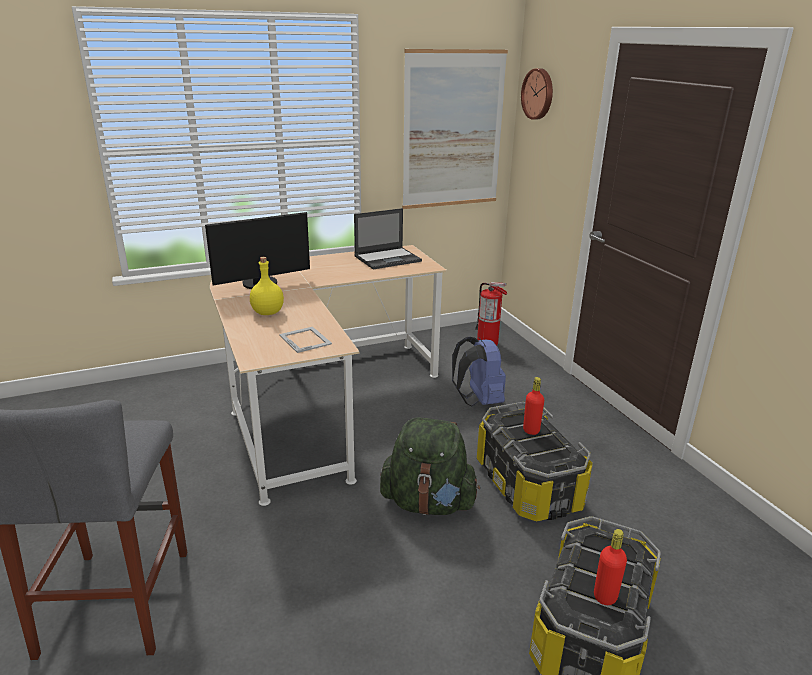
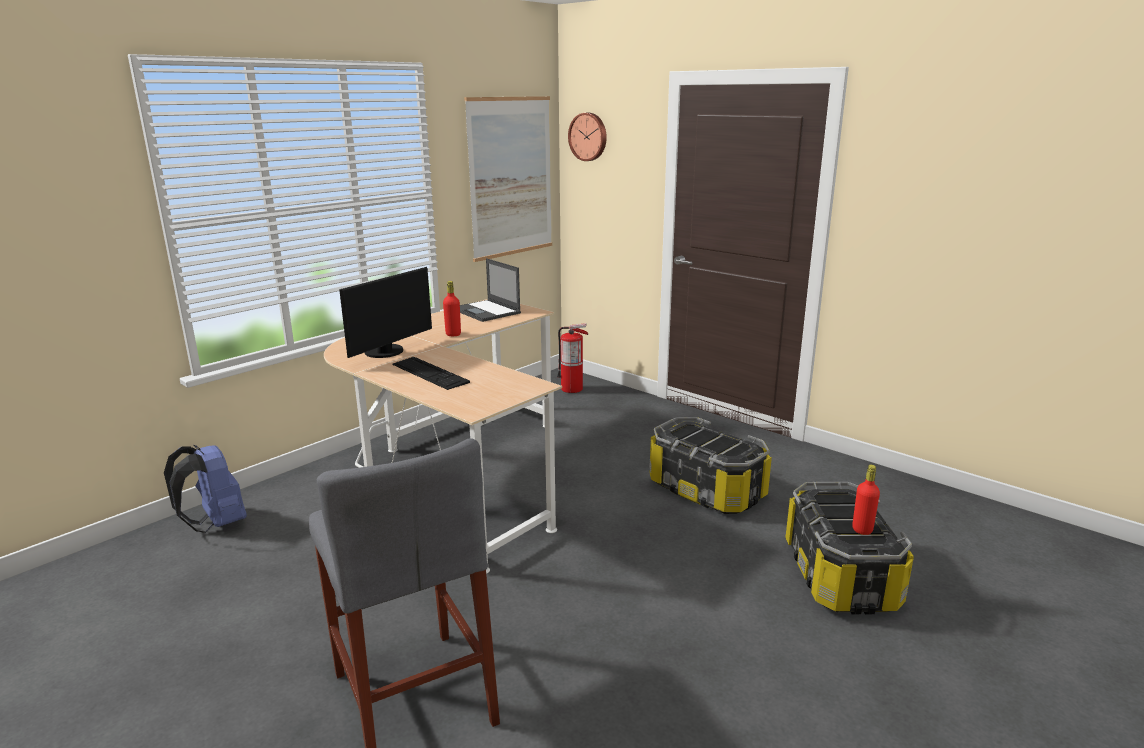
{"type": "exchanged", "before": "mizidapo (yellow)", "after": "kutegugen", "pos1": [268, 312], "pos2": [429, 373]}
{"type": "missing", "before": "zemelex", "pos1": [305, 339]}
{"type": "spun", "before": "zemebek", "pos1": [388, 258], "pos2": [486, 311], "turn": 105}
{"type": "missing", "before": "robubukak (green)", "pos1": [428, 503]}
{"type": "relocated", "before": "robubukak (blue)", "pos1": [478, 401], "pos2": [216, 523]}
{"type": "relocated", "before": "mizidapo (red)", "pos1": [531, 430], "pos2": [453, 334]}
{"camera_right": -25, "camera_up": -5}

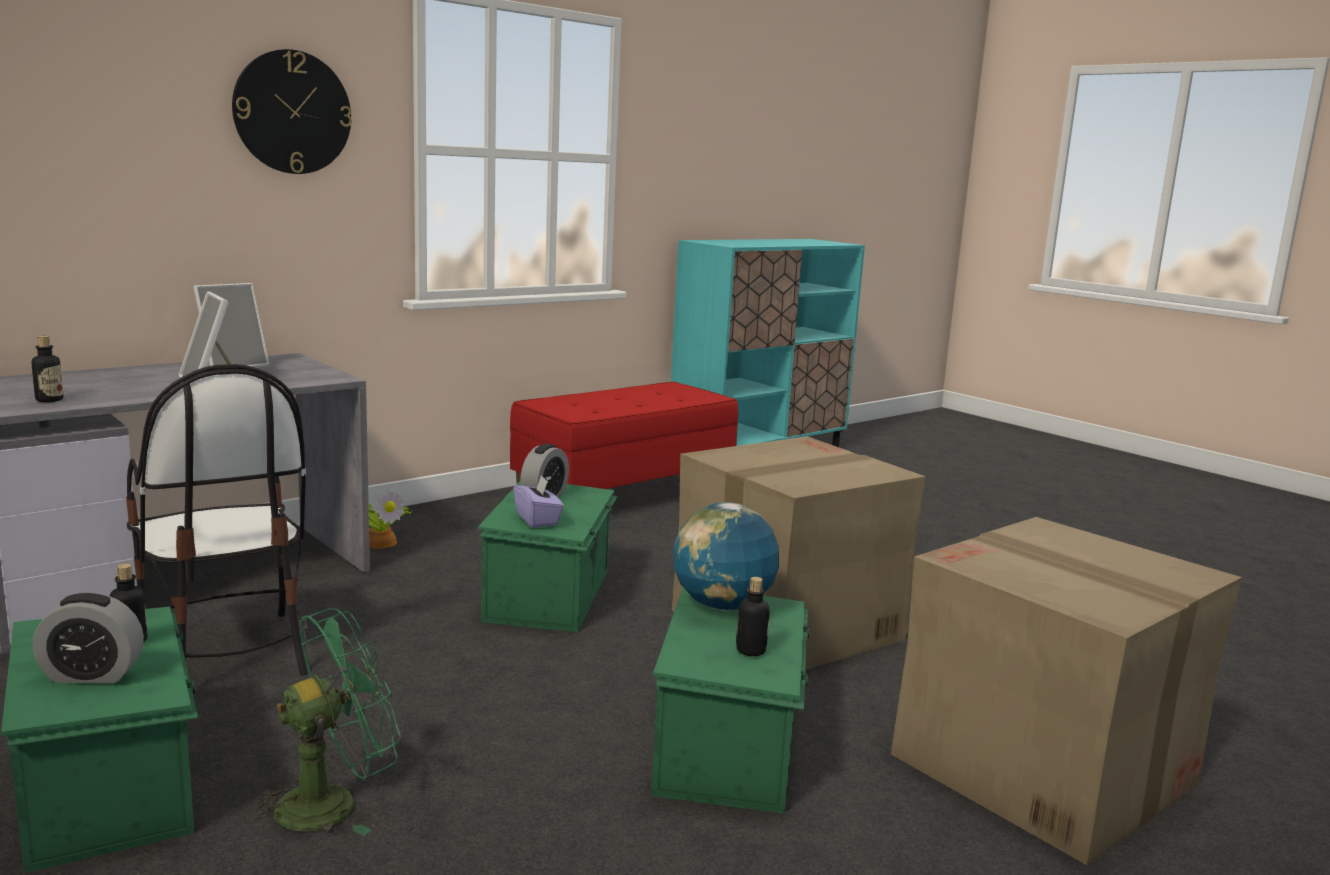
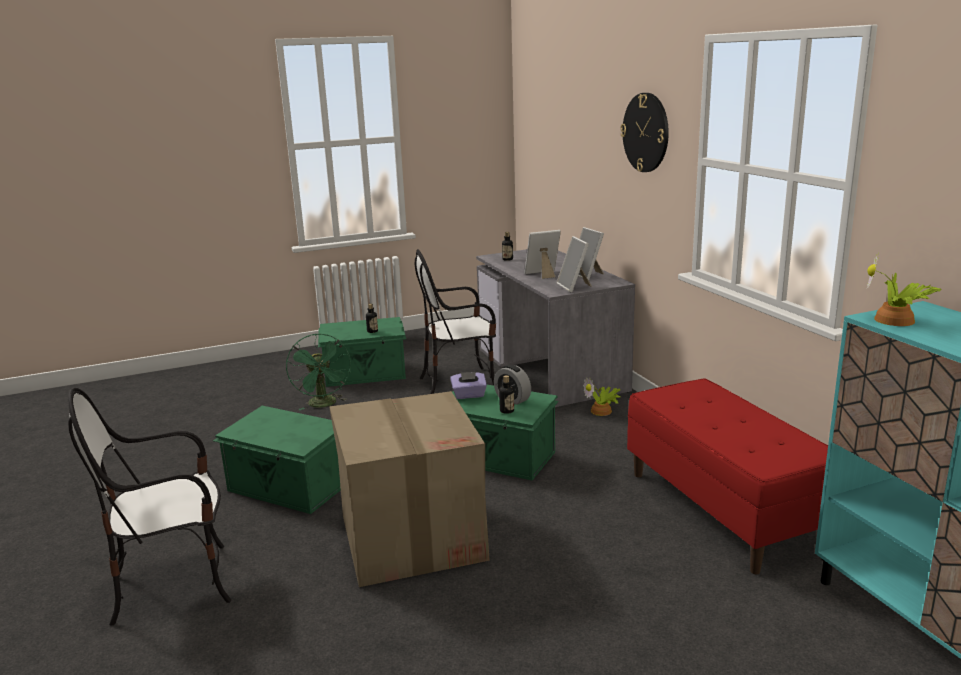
{"type": "missing", "before": "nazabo", "pos1": [92, 675]}
{"type": "missing", "before": "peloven", "pos1": [722, 605]}
{"type": "relocated", "before": "mizidapo", "pos1": [750, 650], "pos2": [507, 411]}
{"type": "exchanged", "before": "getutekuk", "after": "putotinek", "pos1": [1045, 770], "pos2": [174, 584]}
{"type": "appeared", "after": "zemelex", "pos2": [574, 287]}
{"type": "appeared", "after": "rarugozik", "pos2": [896, 321]}
{"camera_right": 110, "camera_up": 5}

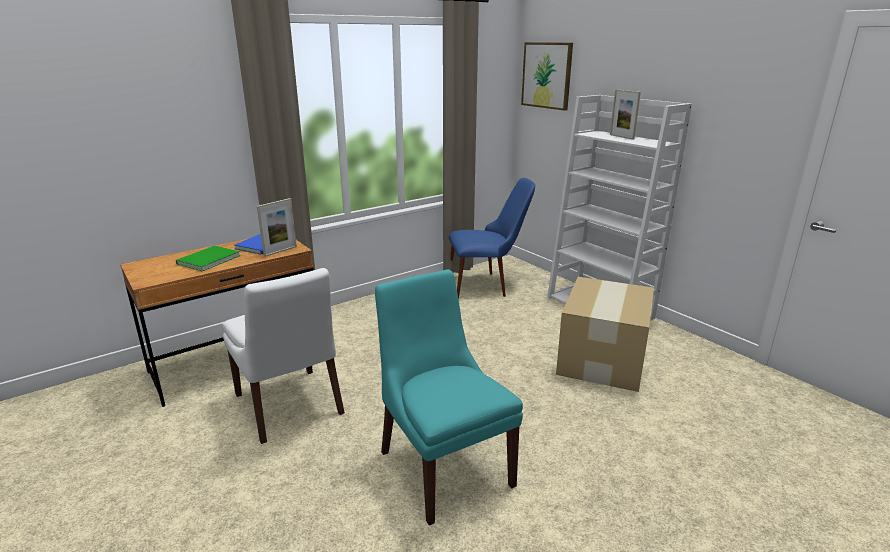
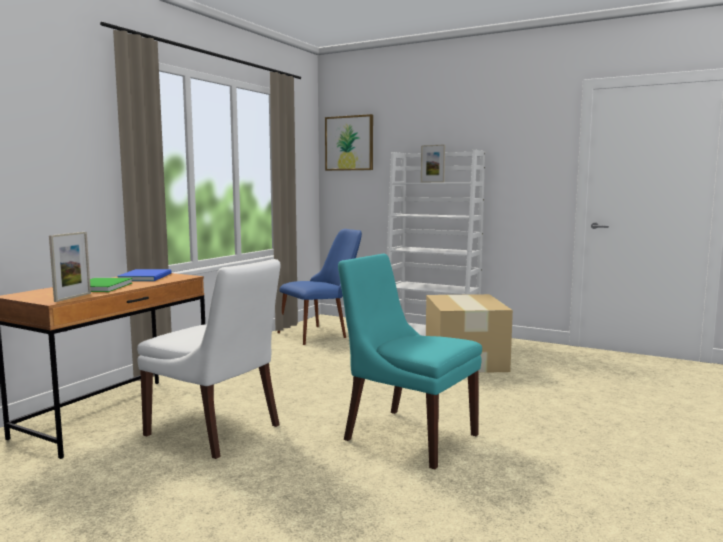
{"type": "relocated", "before": "zemelex", "pos1": [280, 251], "pos2": [73, 297]}
{"camera_right": -25, "camera_up": -15}

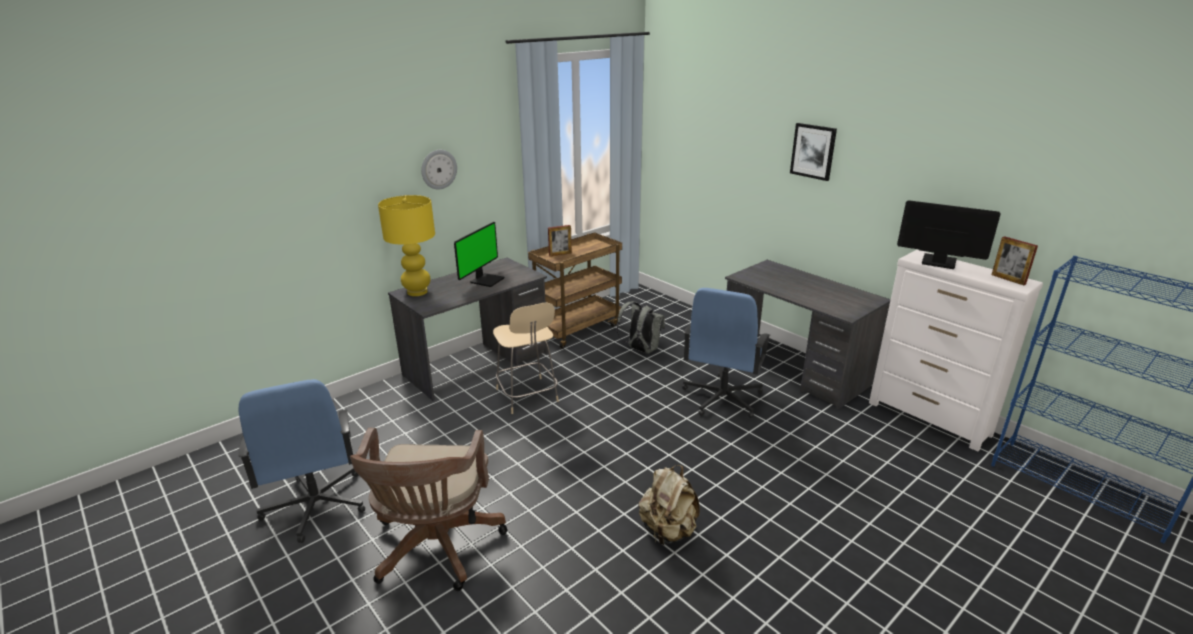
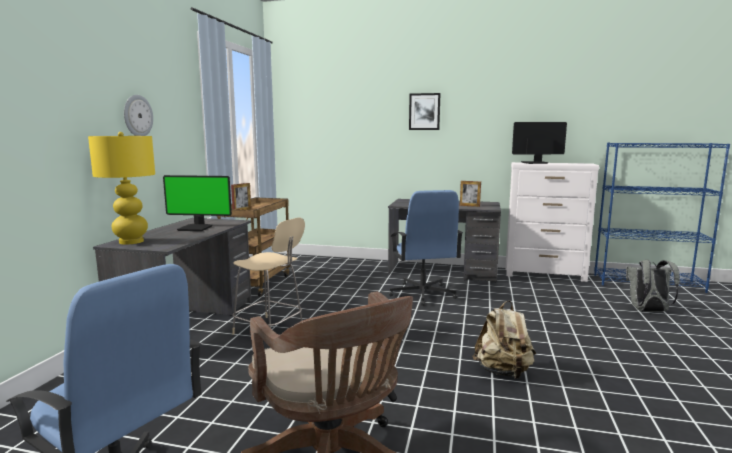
{"type": "spun", "before": "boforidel", "pos1": [486, 280], "pos2": [196, 228], "turn": 105}
{"type": "relocated", "before": "robubukak (grey)", "pos1": [641, 350], "pos2": [648, 311]}
{"type": "relocated", "before": "zemelex", "pos1": [1008, 279], "pos2": [469, 206]}
{"camera_right": -35, "camera_up": -15}

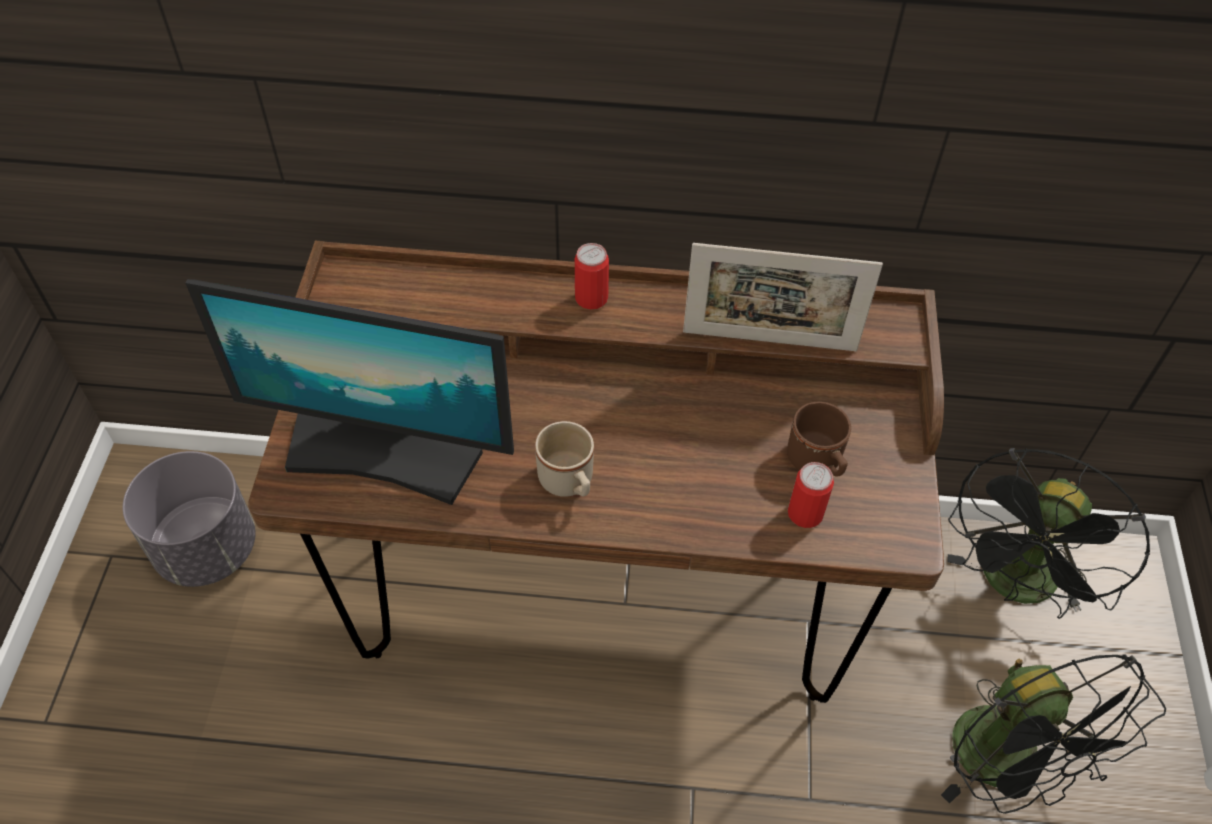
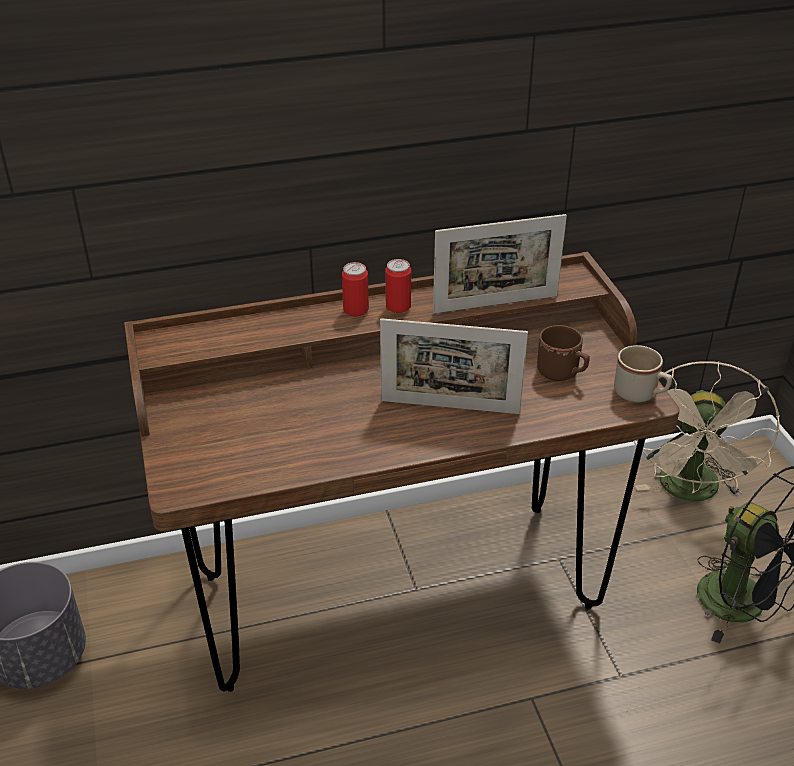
{"type": "missing", "before": "boforidel", "pos1": [383, 452]}
{"type": "relocated", "before": "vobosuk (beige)", "pos1": [569, 483], "pos2": [640, 394]}
{"type": "relocated", "before": "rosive", "pos1": [805, 513], "pos2": [398, 306]}
{"type": "colour", "before": "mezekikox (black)", "after": "mezekikox (beige)", "pos1": [1016, 586], "pos2": [691, 492]}
{"type": "appeared", "after": "zemelex", "pos2": [450, 407]}
{"camera_right": -20, "camera_up": -15}

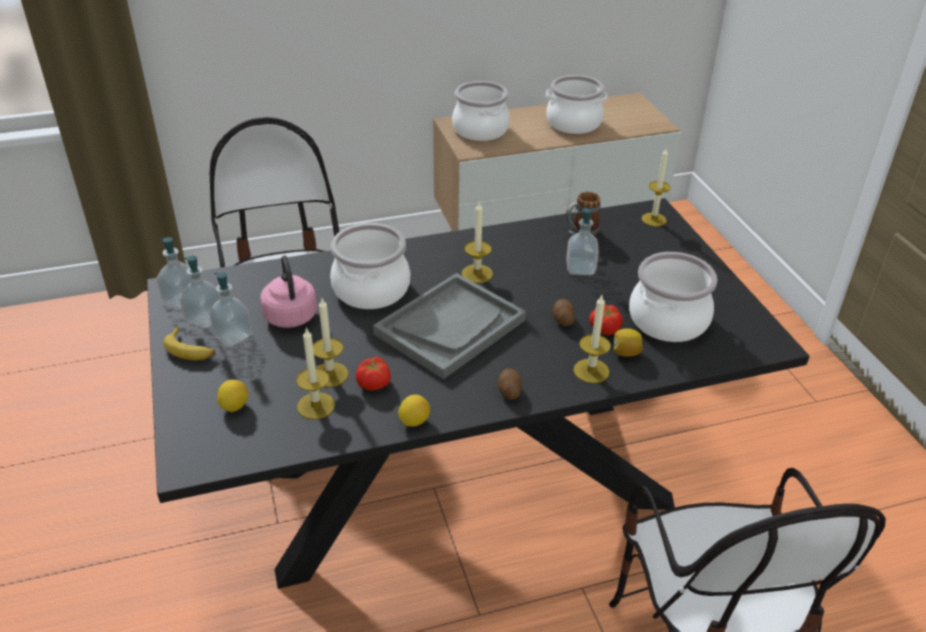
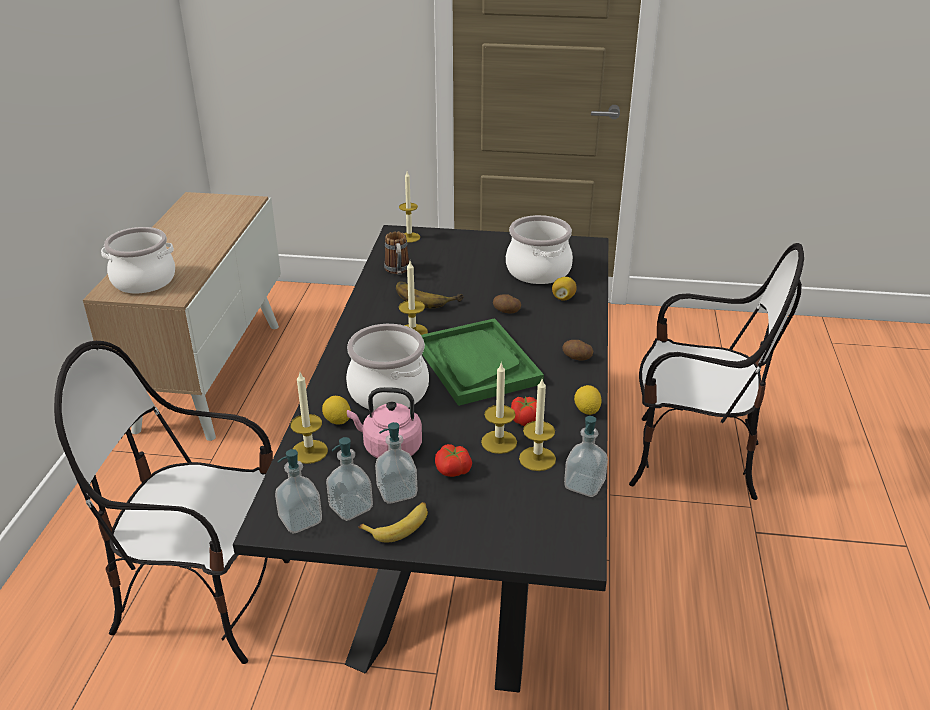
{"type": "relocated", "before": "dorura", "pos1": [234, 406], "pos2": [337, 421]}
{"type": "colour", "before": "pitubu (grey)", "after": "pitubu (green)", "pos1": [450, 327], "pos2": [477, 364]}
{"type": "missing", "before": "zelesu", "pos1": [573, 123]}
{"type": "relocated", "before": "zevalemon", "pos1": [580, 268], "pos2": [584, 485]}
{"type": "relocated", "before": "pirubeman", "pos1": [591, 371], "pos2": [309, 451]}
{"type": "relocated", "before": "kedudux", "pos1": [604, 328], "pos2": [453, 470]}
{"type": "appeared", "after": "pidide", "pos2": [427, 296]}
{"camera_right": -65, "camera_up": -5}

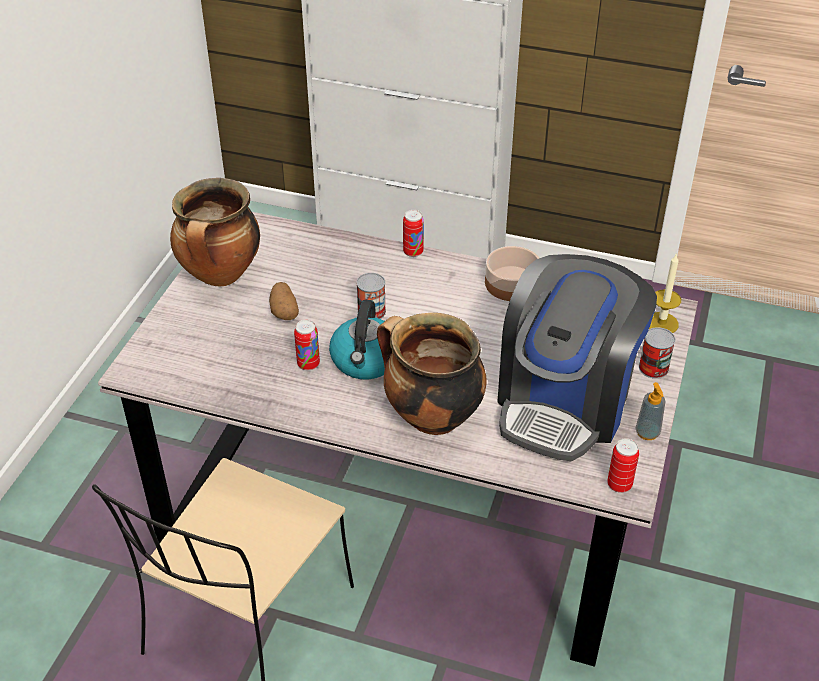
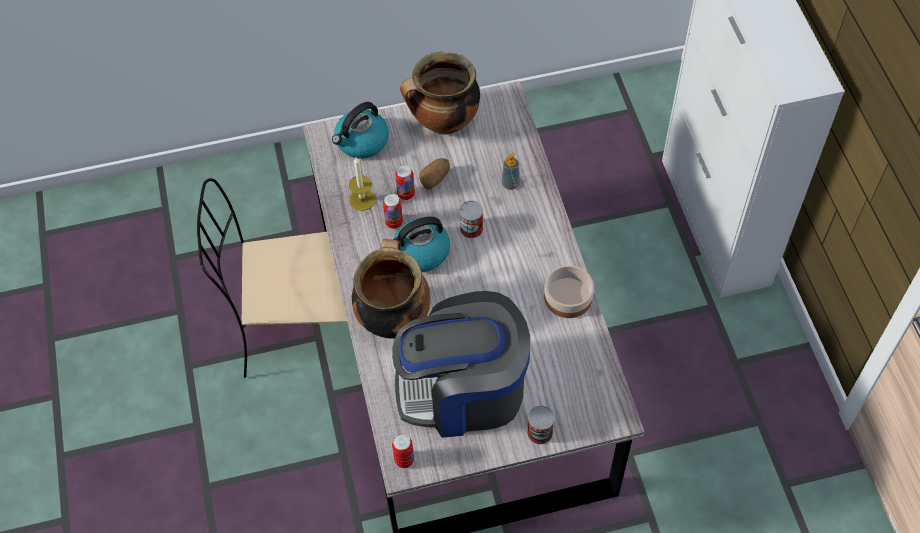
{"type": "relocated", "before": "rosive", "pos1": [413, 252], "pos2": [406, 194]}
{"type": "relocated", "before": "zevalemon", "pos1": [647, 433], "pos2": [510, 184]}
{"type": "relocated", "before": "pirubeman", "pos1": [661, 323], "pos2": [362, 199]}
{"type": "appeared", "after": "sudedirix", "pos2": [361, 142]}
{"camera_right": 60, "camera_up": 15}

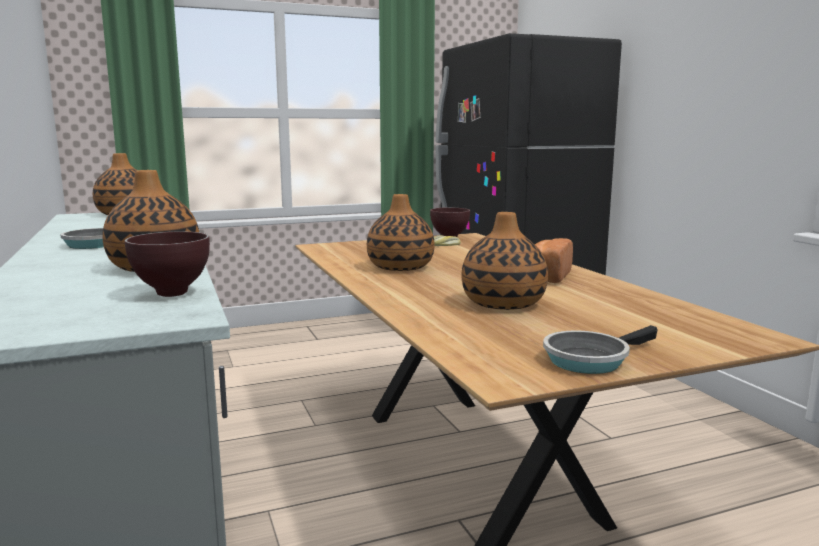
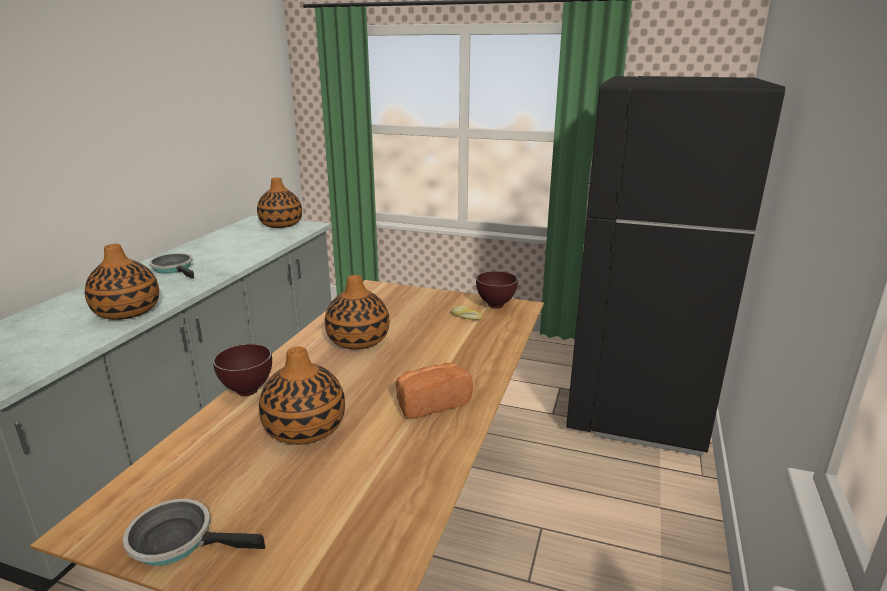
{"type": "relocated", "before": "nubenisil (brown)", "pos1": [171, 294], "pos2": [246, 392]}
{"camera_right": 40, "camera_up": 10}

